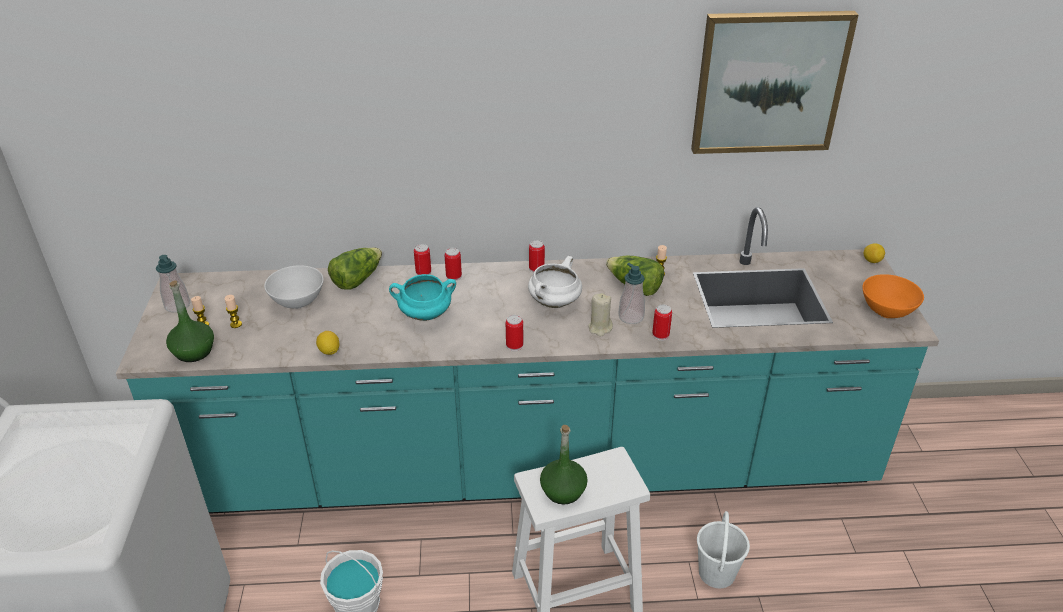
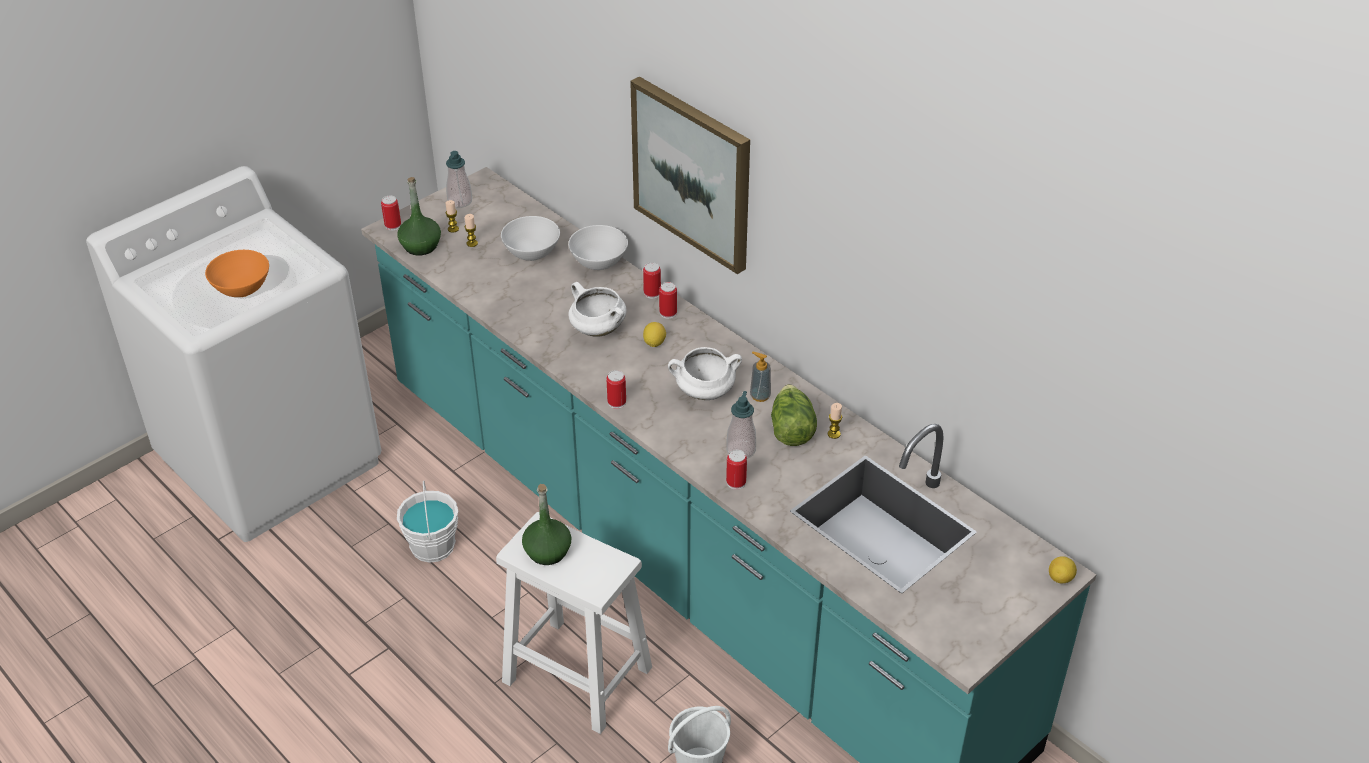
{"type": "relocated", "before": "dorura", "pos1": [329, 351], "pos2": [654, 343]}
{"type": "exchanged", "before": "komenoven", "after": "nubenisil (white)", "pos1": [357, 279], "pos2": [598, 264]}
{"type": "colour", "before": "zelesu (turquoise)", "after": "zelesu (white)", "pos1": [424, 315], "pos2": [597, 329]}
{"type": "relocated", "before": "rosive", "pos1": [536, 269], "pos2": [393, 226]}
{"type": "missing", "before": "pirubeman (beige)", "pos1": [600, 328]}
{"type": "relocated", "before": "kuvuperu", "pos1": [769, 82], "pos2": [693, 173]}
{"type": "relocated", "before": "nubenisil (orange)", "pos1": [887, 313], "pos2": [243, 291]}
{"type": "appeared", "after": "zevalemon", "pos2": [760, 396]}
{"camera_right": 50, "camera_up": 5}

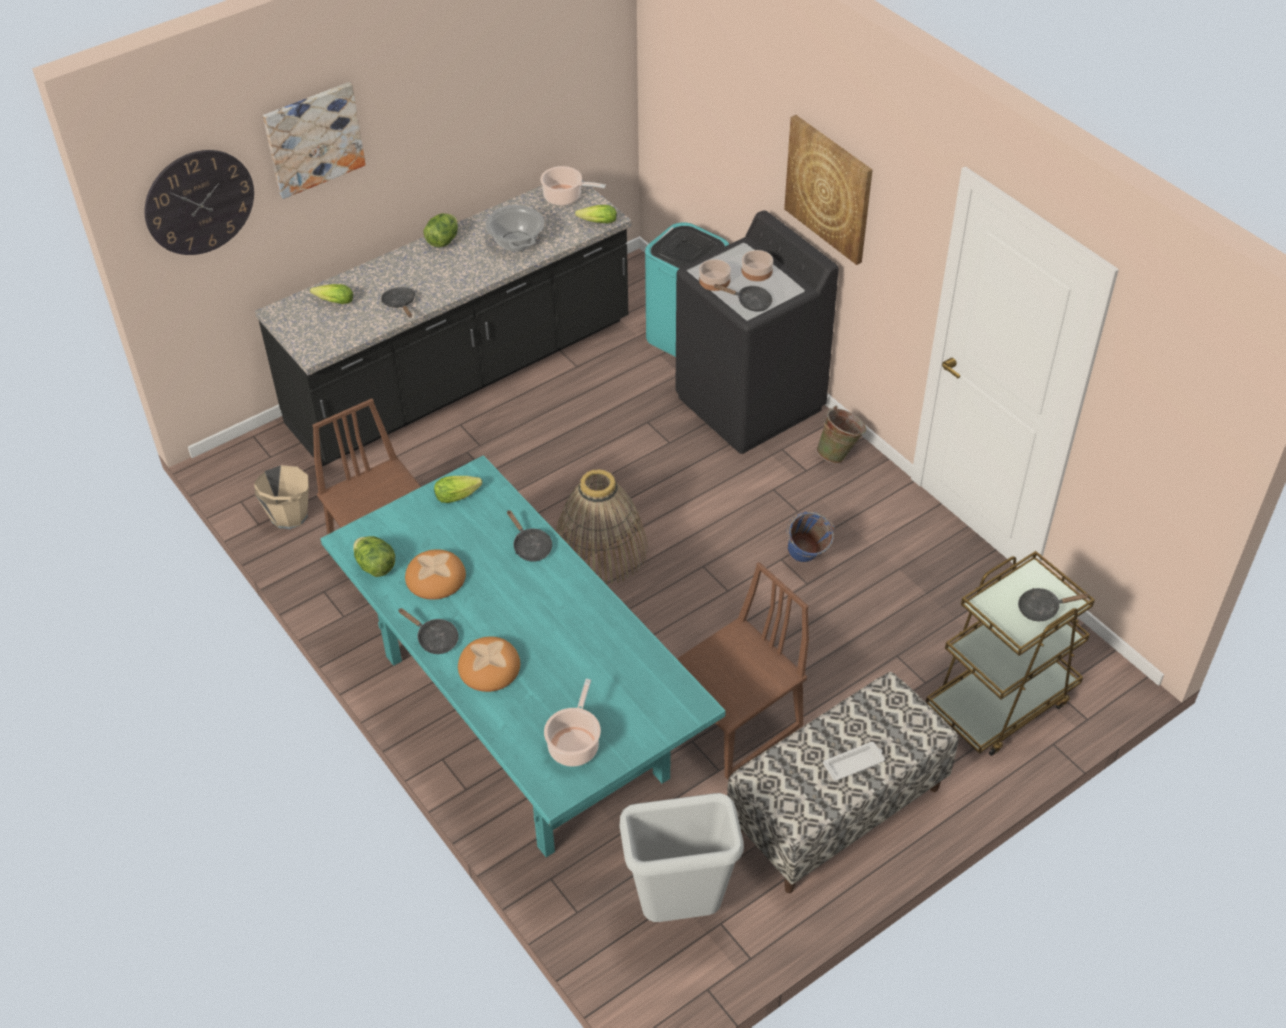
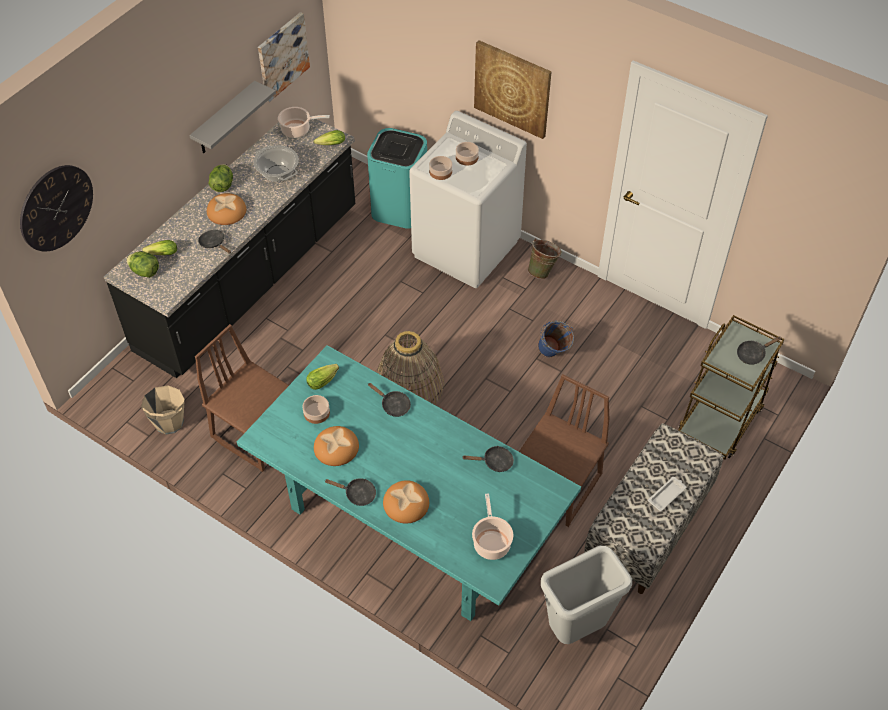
{"type": "relocated", "before": "kuvuperu", "pos1": [313, 139], "pos2": [282, 56]}
{"type": "relocated", "before": "komenoven", "pos1": [375, 566], "pos2": [145, 272]}
{"type": "colour", "before": "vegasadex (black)", "after": "vegasadex (white)", "pos1": [750, 404], "pos2": [466, 249]}
{"type": "relocated", "before": "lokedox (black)", "pos1": [750, 302], "pos2": [494, 462]}
{"type": "appeared", "after": "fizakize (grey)", "pos2": [224, 119]}
{"type": "appeared", "after": "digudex", "pos2": [226, 212]}
{"type": "appeared", "after": "nubenisil", "pos2": [316, 412]}
{"camera_right": -20, "camera_up": 5}

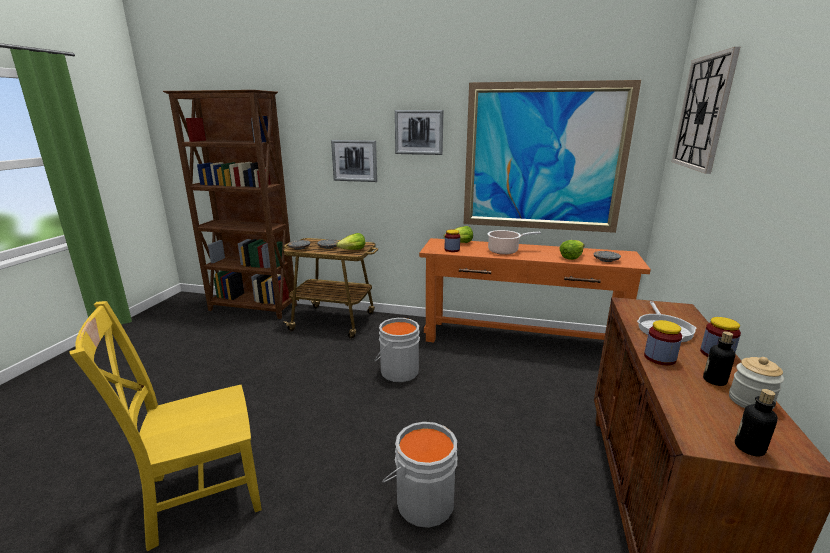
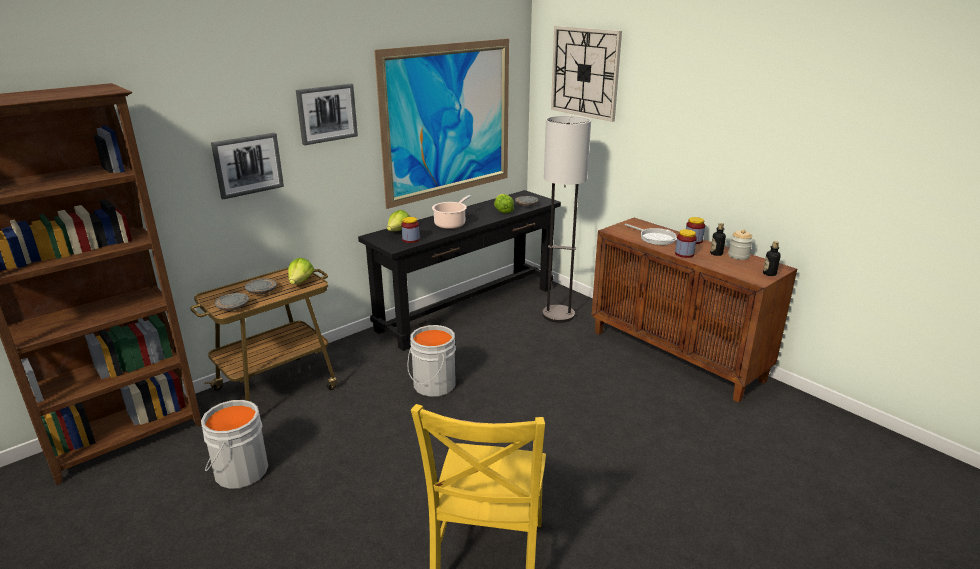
{"type": "relocated", "before": "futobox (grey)", "pos1": [423, 500], "pos2": [238, 471]}
{"type": "colour", "before": "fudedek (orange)", "after": "fudedek (black)", "pos1": [520, 340], "pos2": [468, 308]}
{"type": "appeared", "after": "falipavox", "pos2": [558, 314]}
{"camera_right": -55, "camera_up": 5}

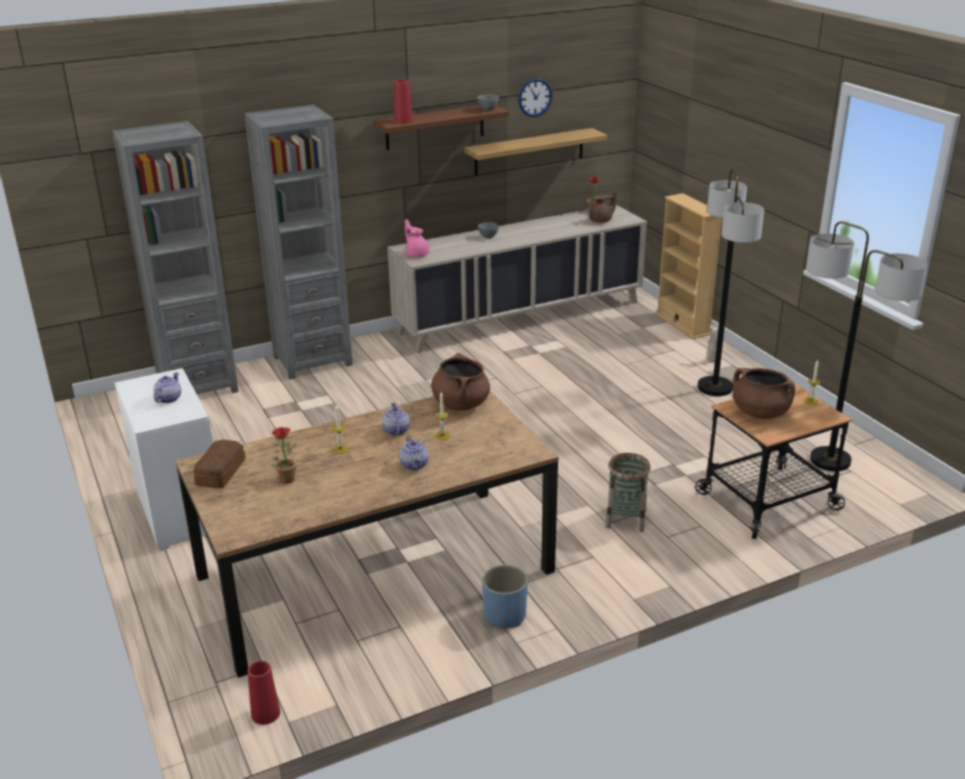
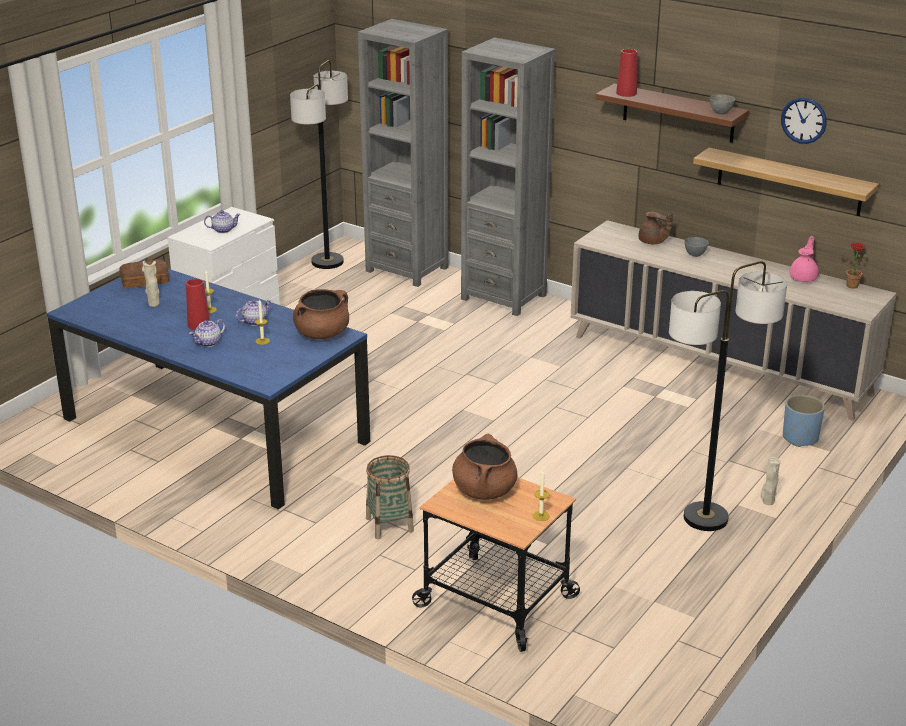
{"type": "colour", "before": "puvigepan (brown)", "after": "puvigepan (blue)", "pos1": [376, 573], "pos2": [216, 430]}
{"type": "relocated", "before": "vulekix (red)", "pos1": [265, 713], "pos2": [199, 325]}
{"type": "exchanged", "before": "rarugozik", "after": "vulekix (beige)", "pos1": [285, 478], "pos2": [154, 304]}
{"type": "relocated", "before": "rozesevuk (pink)", "pos1": [416, 254], "pos2": [804, 278]}
{"type": "relocated", "before": "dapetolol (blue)", "pos1": [504, 615], "pos2": [800, 438]}
{"type": "relocated", "before": "rozesevuk (brown)", "pos1": [601, 221], "pos2": [652, 242]}
{"type": "missing", "before": "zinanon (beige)", "pos1": [682, 324]}
{"type": "relocated", "before": "falipavox", "pos1": [830, 460], "pos2": [327, 262]}
{"camera_right": 60, "camera_up": 0}

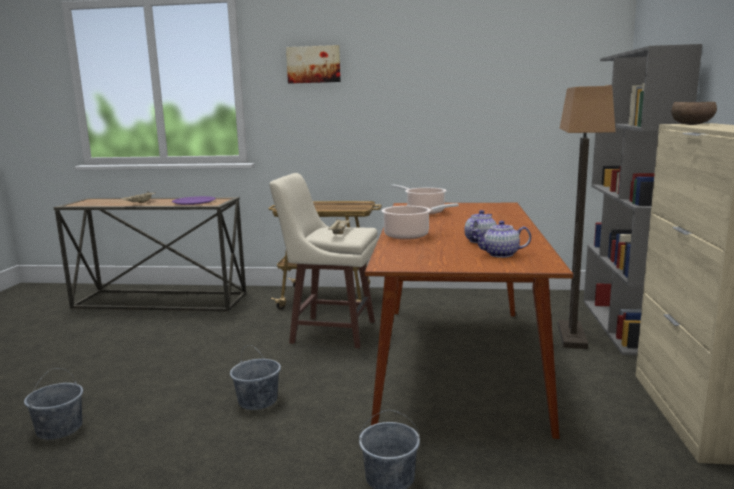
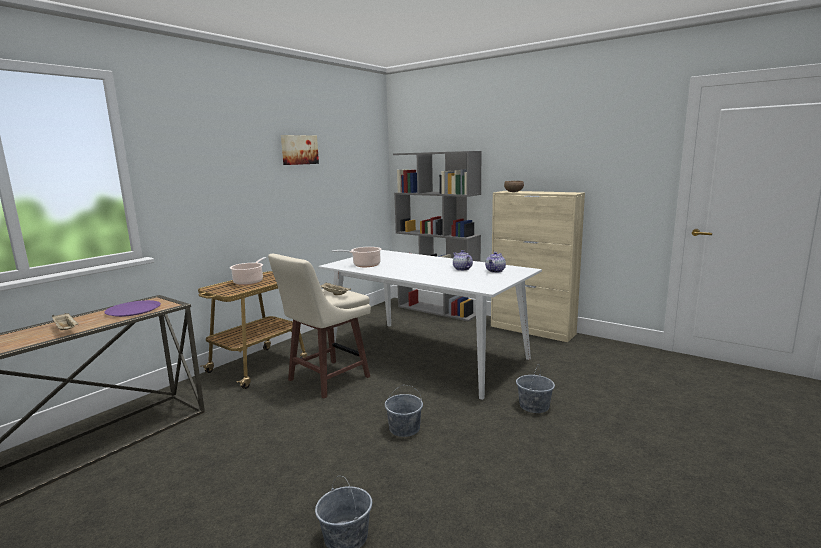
{"type": "relocated", "before": "kuvuperu", "pos1": [313, 64], "pos2": [299, 150]}
{"type": "colour", "before": "puvigepan (brown)", "after": "puvigepan (white)", "pos1": [458, 361], "pos2": [428, 355]}
{"type": "relocated", "before": "zelesu", "pos1": [409, 235], "pos2": [249, 282]}
{"type": "missing", "before": "falipavox", "pos1": [571, 336]}
{"camera_right": -60, "camera_up": 0}

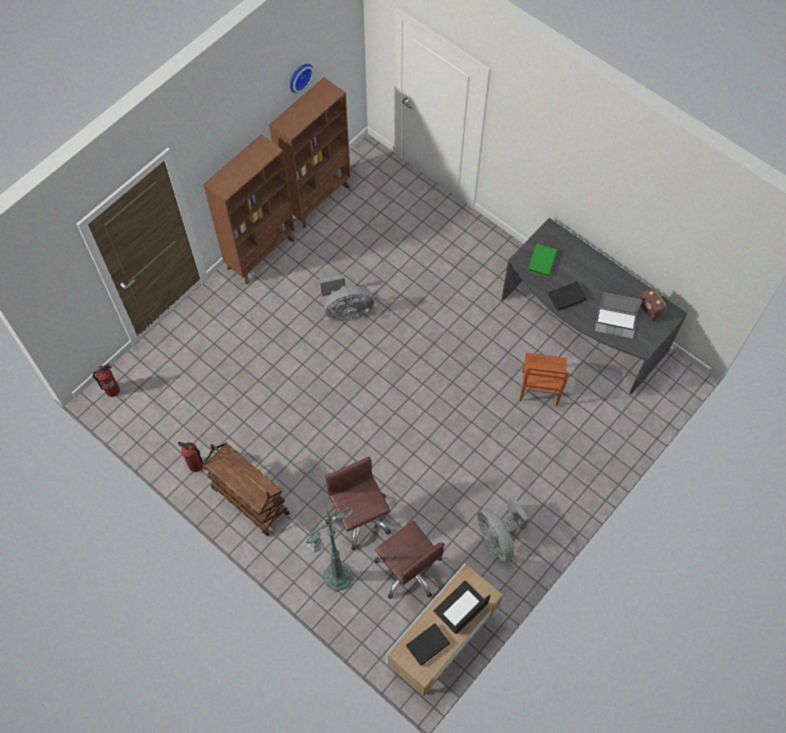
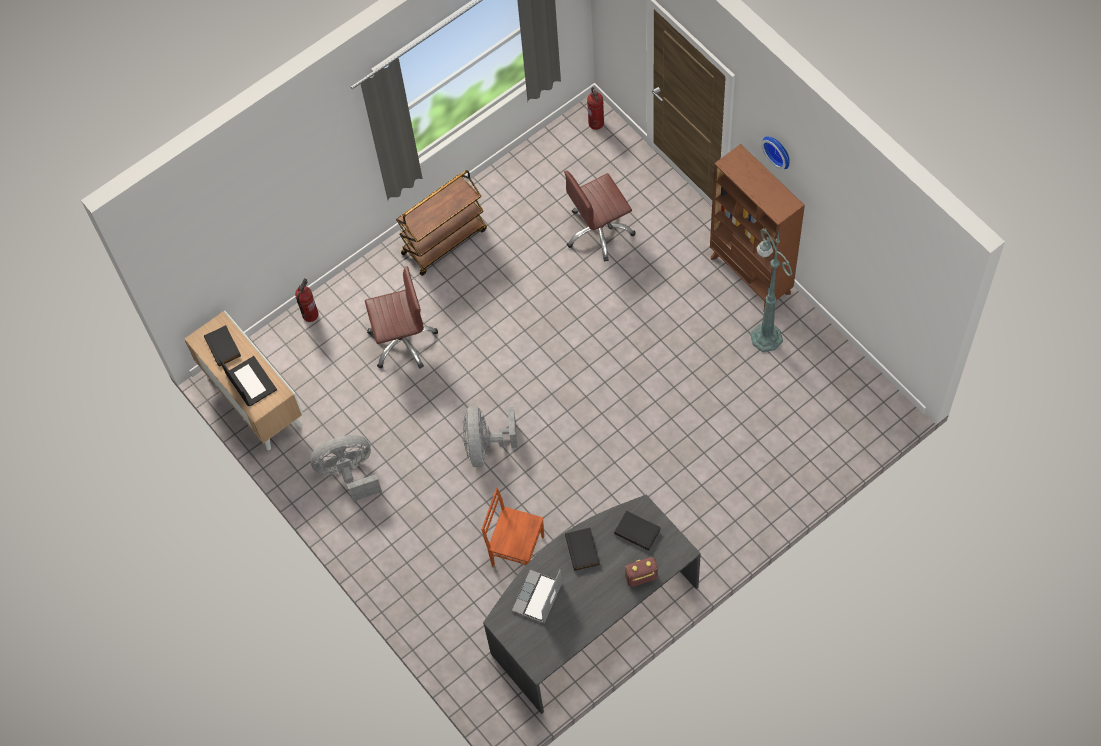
{"type": "relocated", "before": "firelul", "pos1": [195, 465], "pos2": [310, 314]}
{"type": "missing", "before": "zinanon (brown)", "pos1": [318, 199]}
{"type": "relocated", "before": "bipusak", "pos1": [299, 76], "pos2": [778, 150]}
{"type": "relocated", "before": "falipavox (green)", "pos1": [336, 577], "pos2": [765, 336]}
{"type": "relocated", "before": "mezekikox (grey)", "pos1": [346, 310], "pos2": [486, 446]}
{"type": "relocated", "before": "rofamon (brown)", "pos1": [409, 569], "pos2": [599, 231]}
{"type": "colour", "before": "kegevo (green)", "after": "kegevo (black)", "pos1": [541, 261], "pos2": [638, 531]}
{"type": "relocated", "before": "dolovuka", "pos1": [649, 311], "pos2": [641, 577]}
{"camera_right": 105, "camera_up": 0}

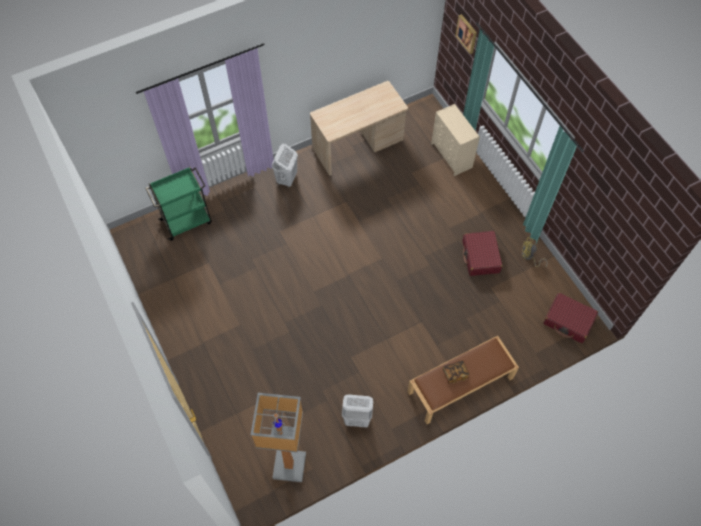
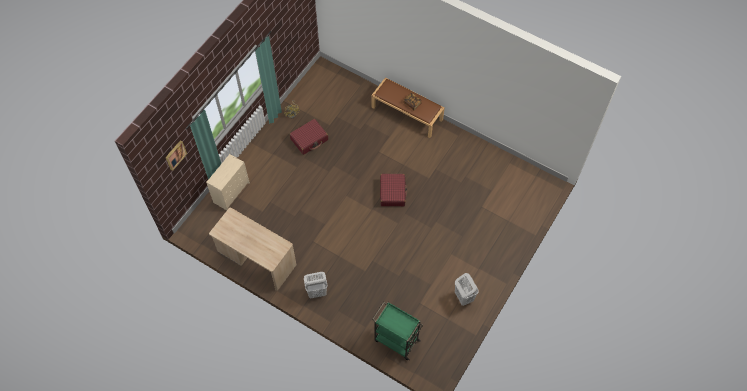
{"type": "missing", "before": "falipavox", "pos1": [290, 465]}
{"type": "relocated", "before": "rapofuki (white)", "pos1": [357, 419], "pos2": [463, 297]}
{"type": "relocated", "before": "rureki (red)", "pos1": [568, 321], "pos2": [392, 192]}
{"camera_right": -120, "camera_up": 0}

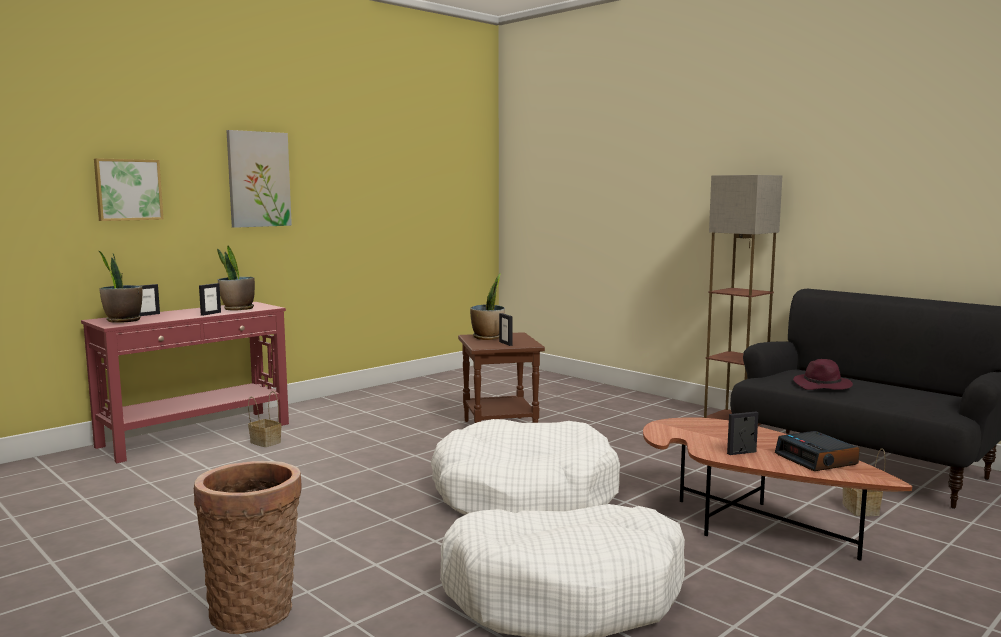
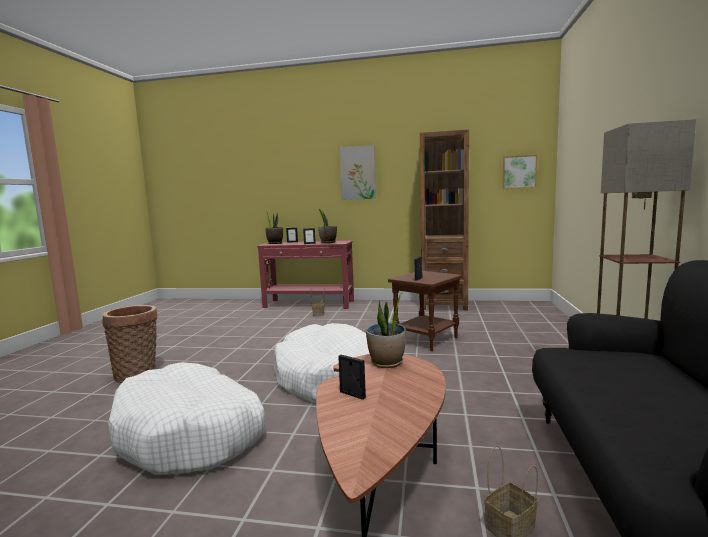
{"type": "relocated", "before": "kuvuperu", "pos1": [128, 189], "pos2": [519, 172]}
{"type": "relocated", "before": "rarugozik", "pos1": [487, 337], "pos2": [387, 363]}
{"type": "missing", "before": "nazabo", "pos1": [817, 459]}
{"type": "missing", "before": "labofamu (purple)", "pos1": [823, 386]}
{"type": "appeared", "after": "zinanon (brown)", "pos2": [444, 305]}
{"camera_right": 55, "camera_up": 0}

